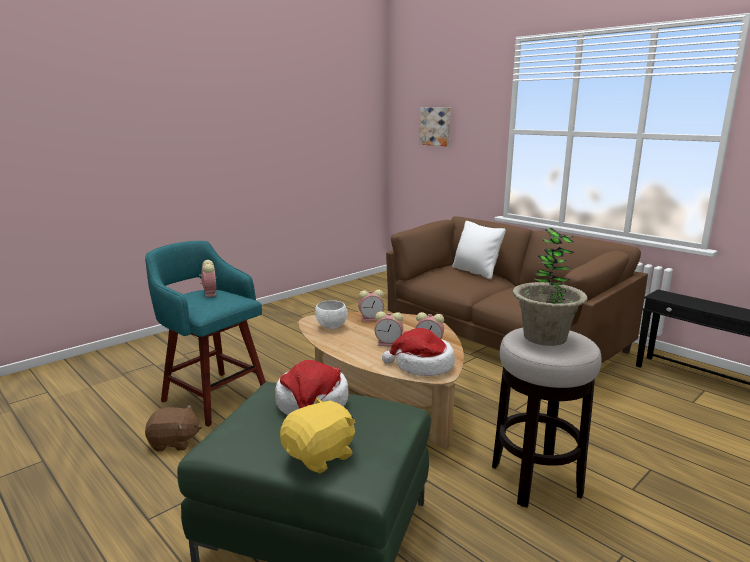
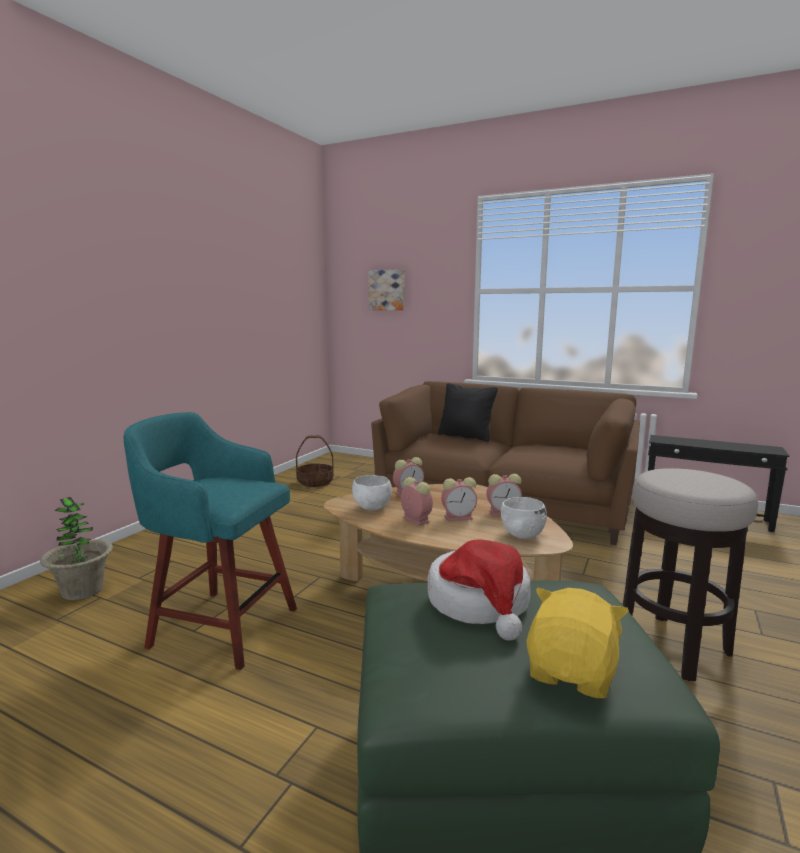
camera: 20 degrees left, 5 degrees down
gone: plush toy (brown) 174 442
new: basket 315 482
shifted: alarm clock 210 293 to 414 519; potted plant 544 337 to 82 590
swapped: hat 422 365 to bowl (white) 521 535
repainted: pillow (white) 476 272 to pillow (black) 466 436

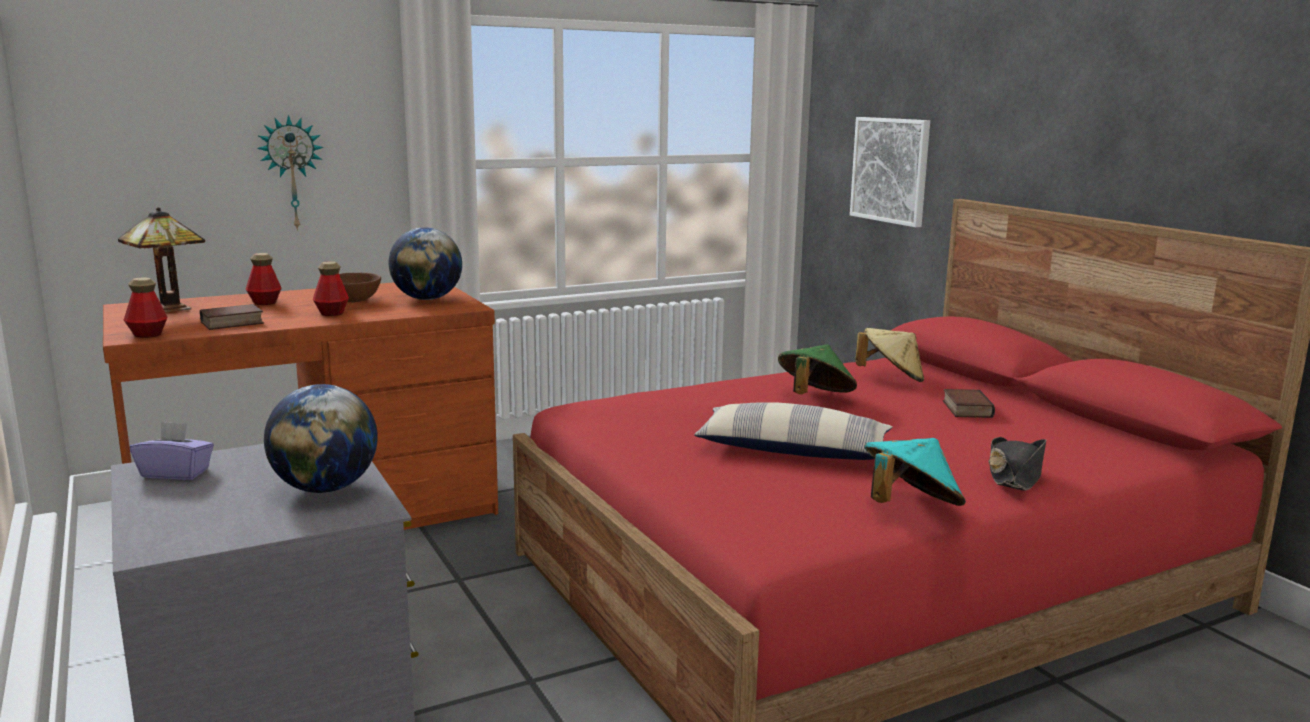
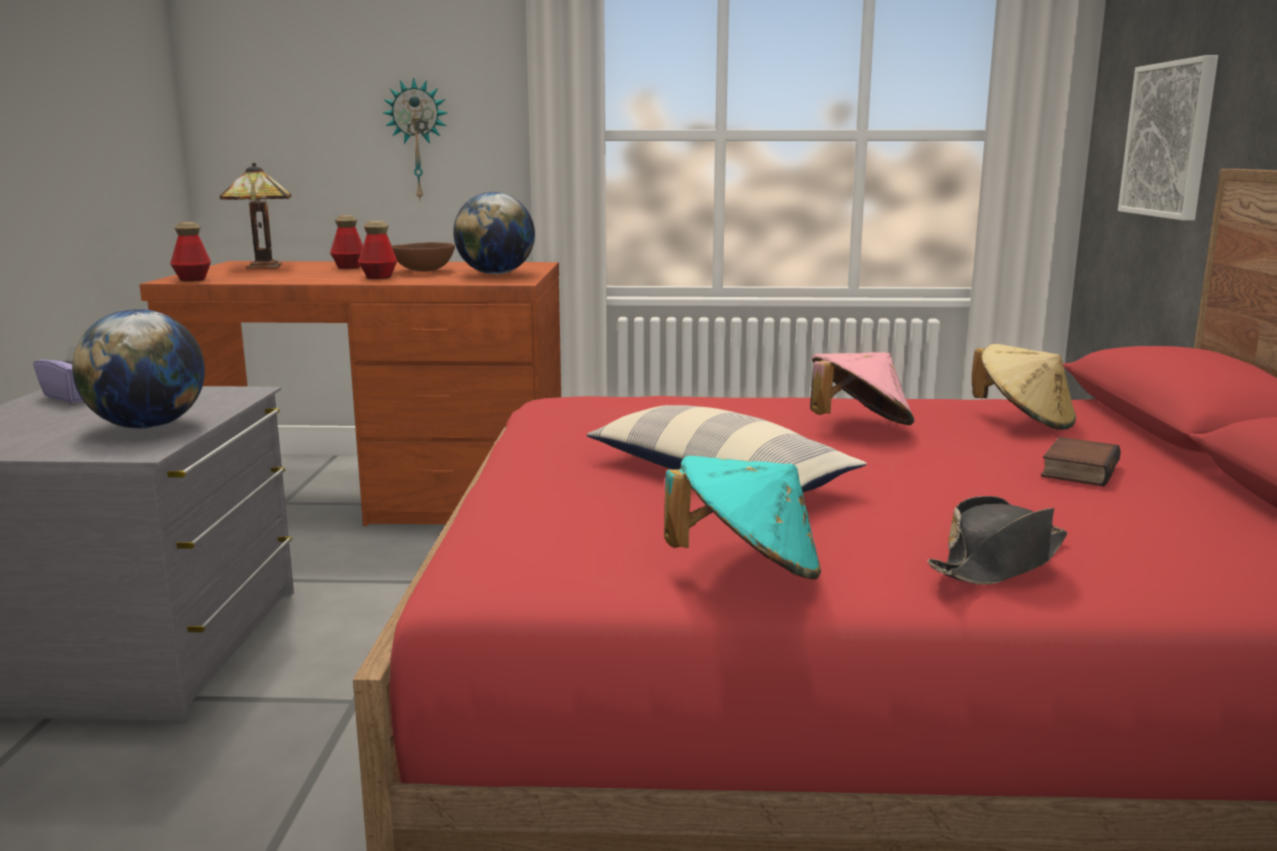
camera: 30 degrees right, 0 degrees up
gone: book 231 323
repainted: hat (green) 814 398 to hat (pink) 859 426

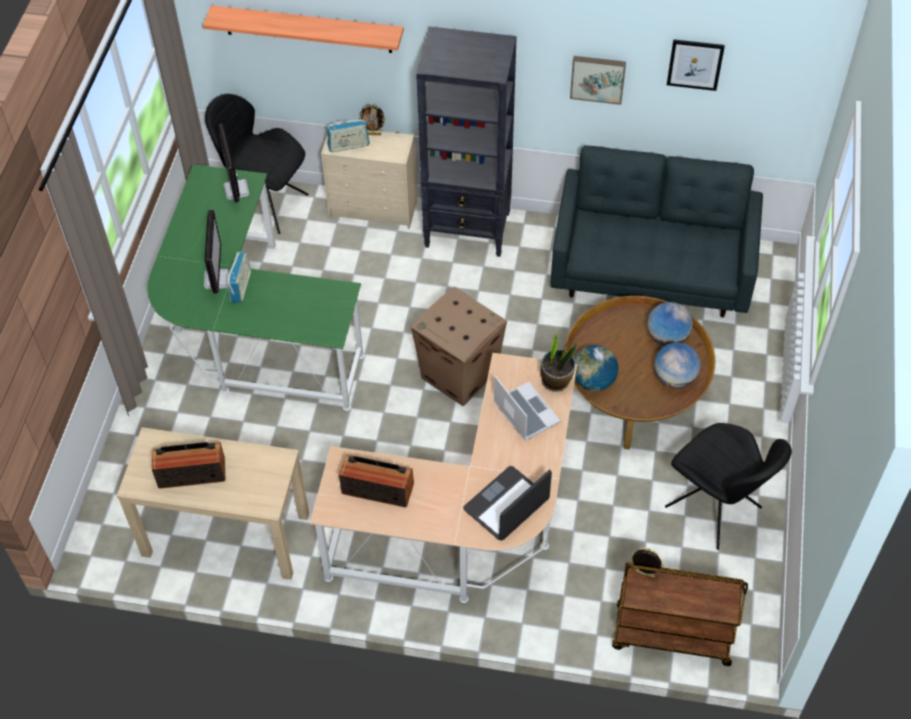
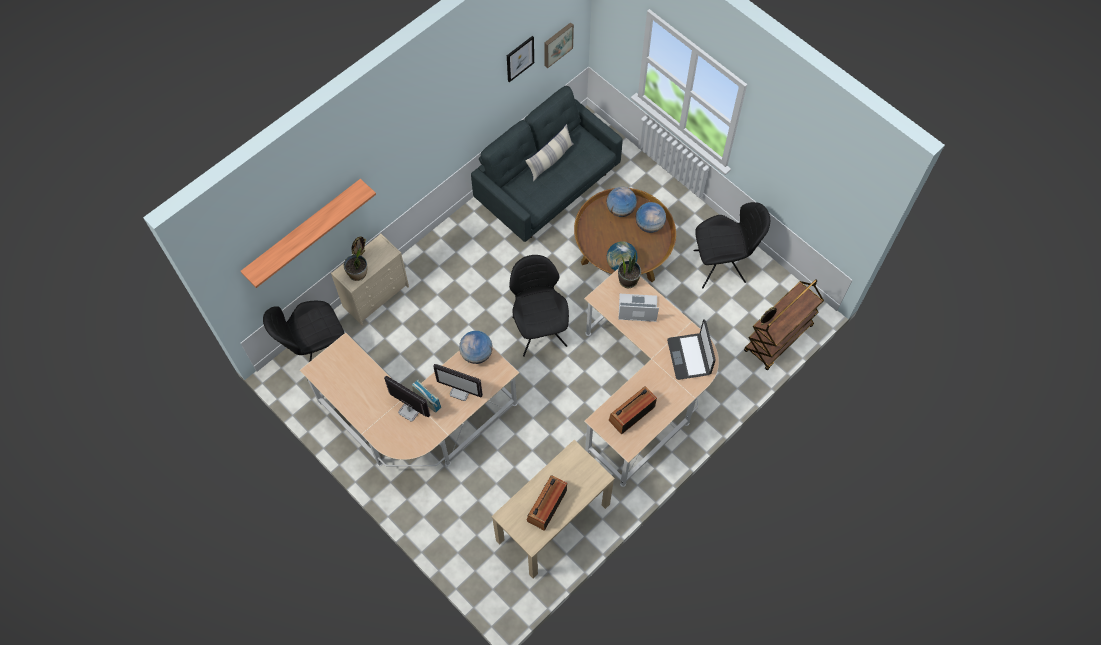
camera: 55 degrees left, 10 degrees up
gone: bookcase (black) 468 230
new: globe 477 354; pillow 550 160
shifted: monitor 236 190 to 461 391; picture 597 78 to 557 44
swapped: radio 348 146 to potted plant 358 273; cardboard box 460 374 to chair (black) 539 329
repainted: desk (green) 251 334 to desk (beige) 416 423

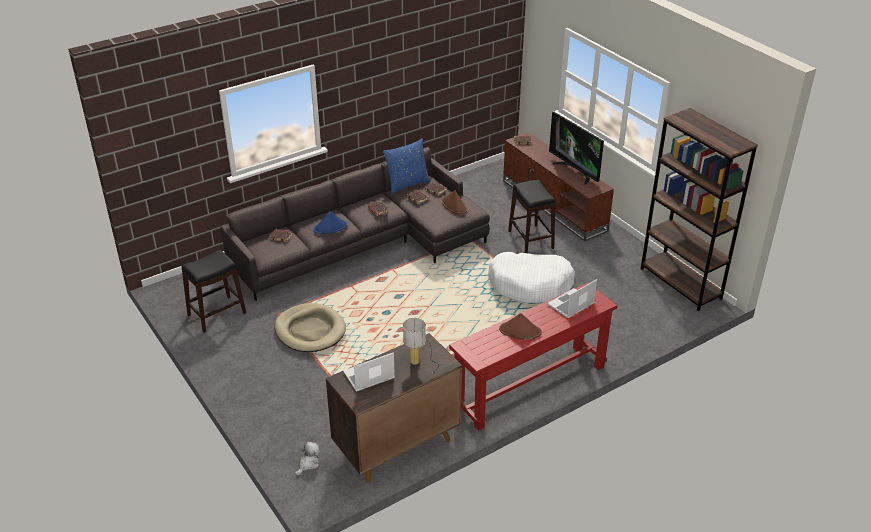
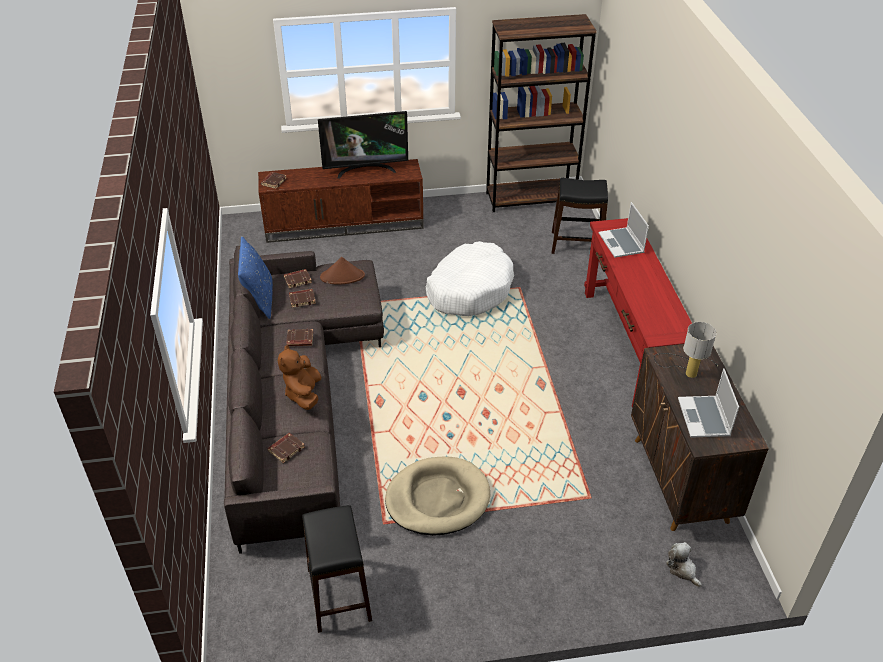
camera: 65 degrees left, 5 degrees up
gone: hat (brown) 520 331
shifted: stool (black) 531 239 to 576 243
swapped: hat (blue) 330 227 to plush toy (brown) 303 394

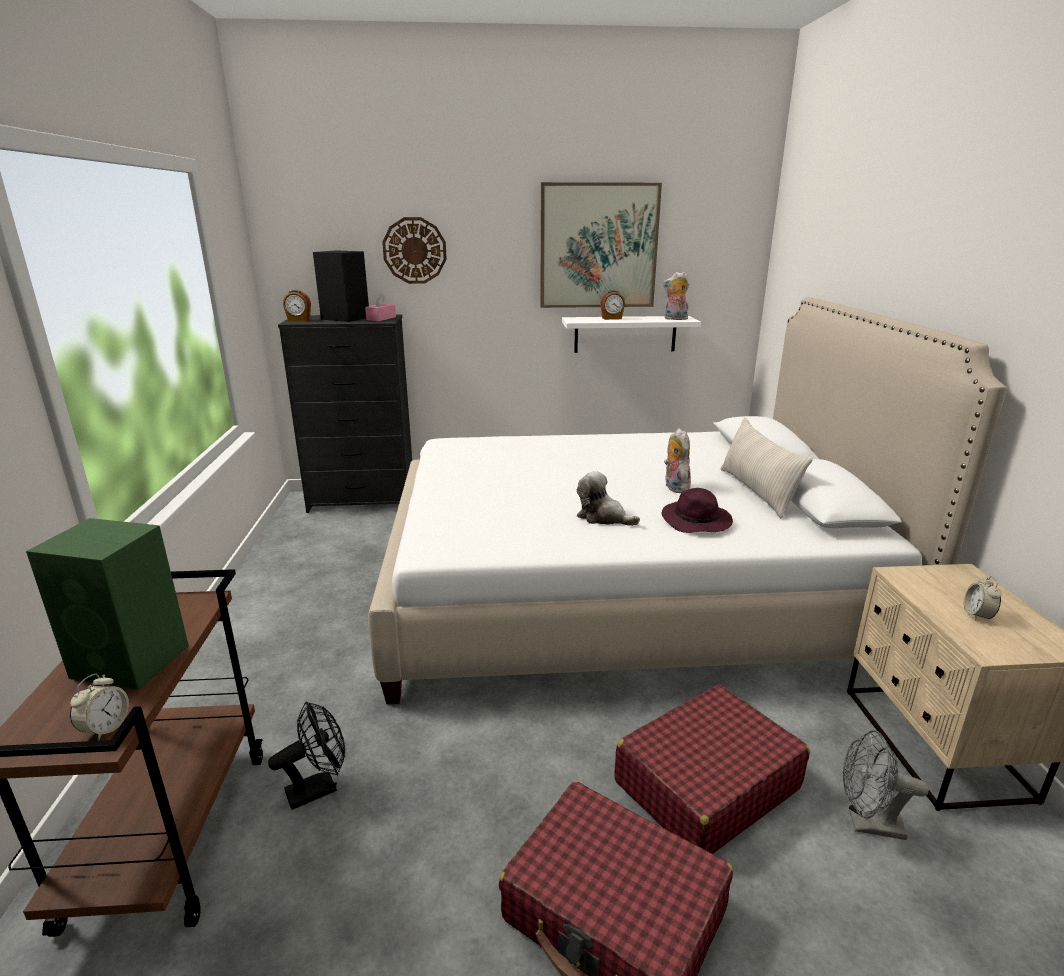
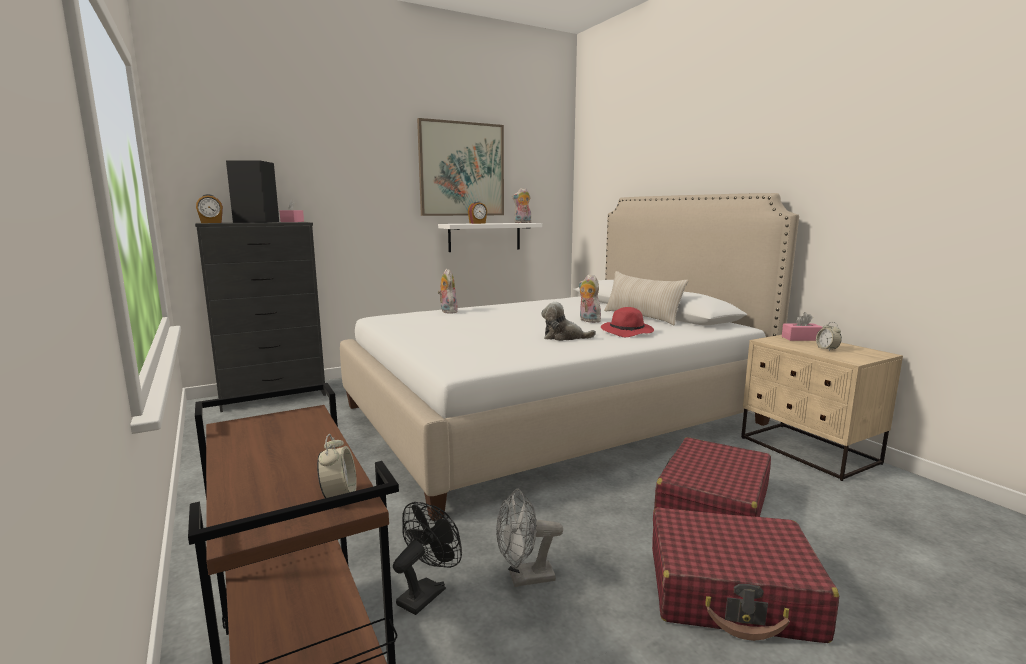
camera: 25 degrees left, 10 degrees down
gone: speaker (green) 133 662; wall clock 414 250
new: plush toy 447 311; tissue box (pink) 801 338
shifted: fan (grey) 867 824 to 524 578
repainted: hat (purple) 697 522 to hat (red) 627 332

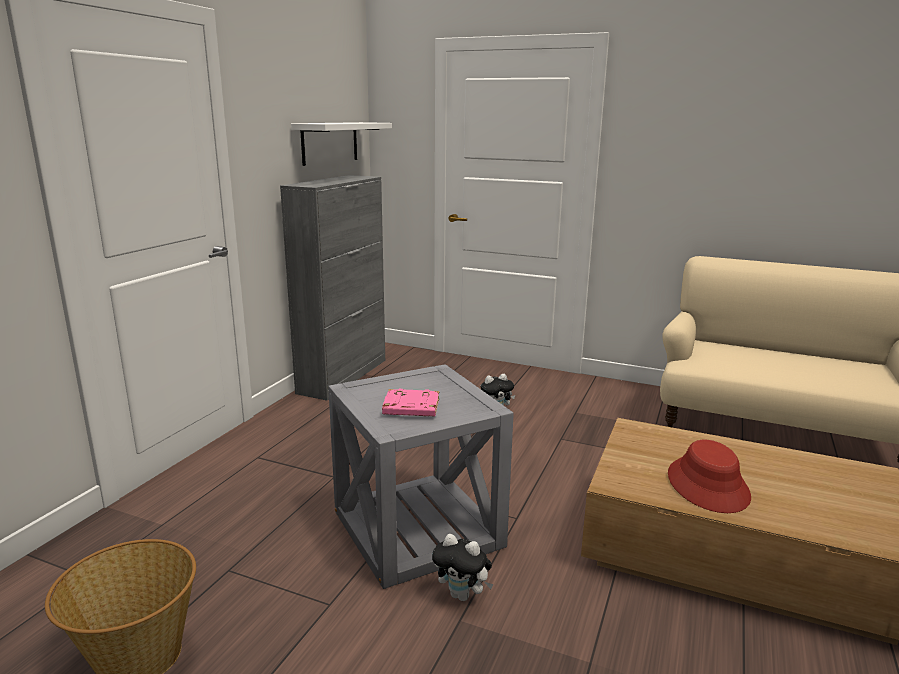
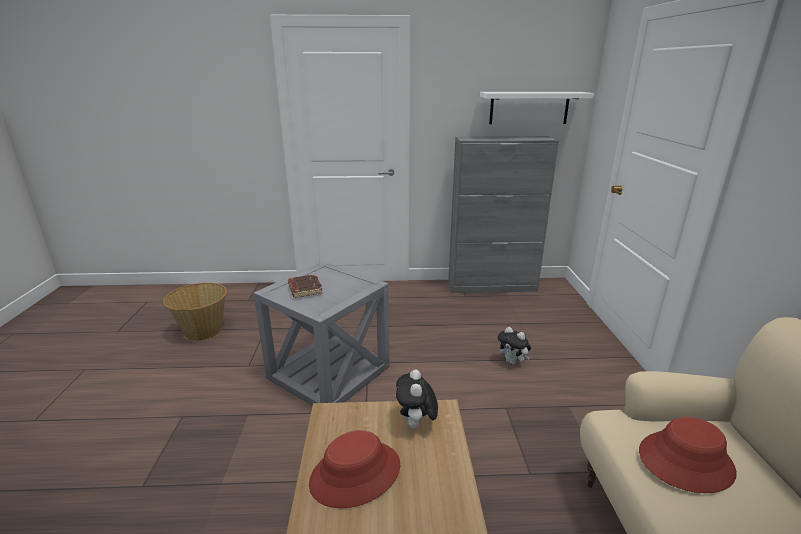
camera: 65 degrees right, 5 degrees up
new: hat (red) 685 461
shifted: plush toy 463 595 to 416 424
repainted: book (pink) 410 408 to book (brown) 304 289

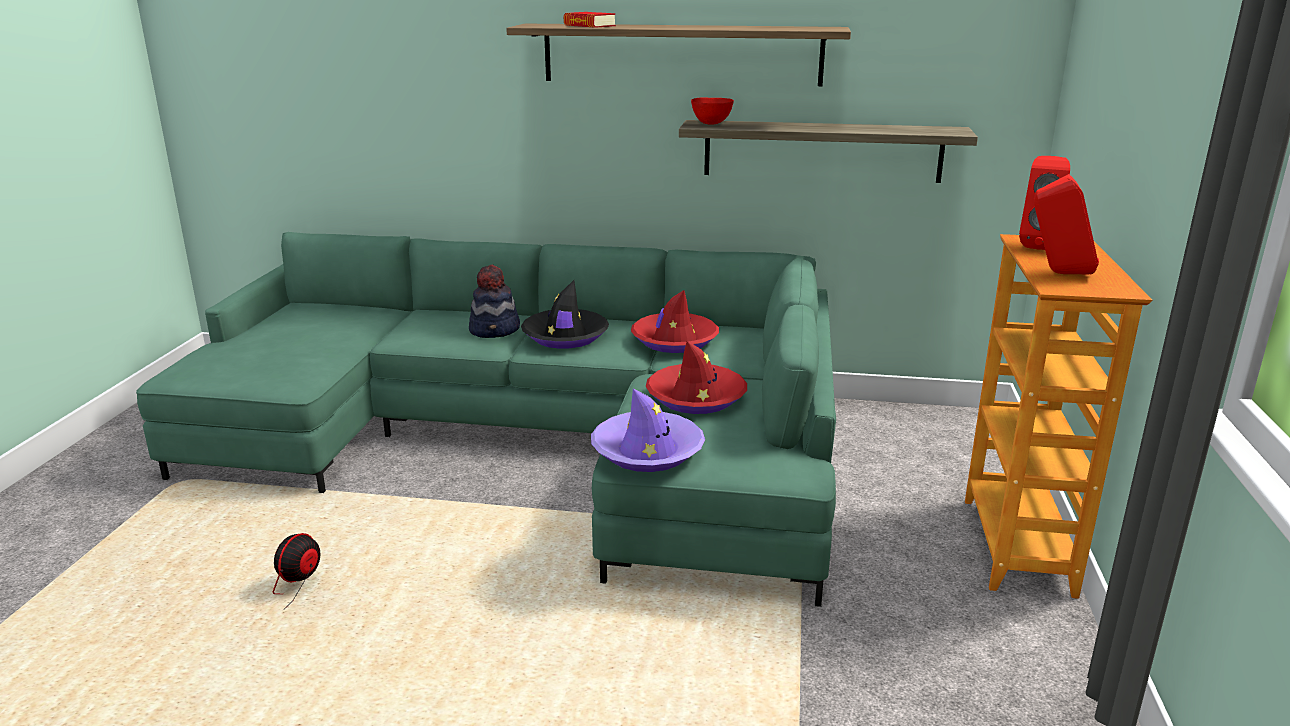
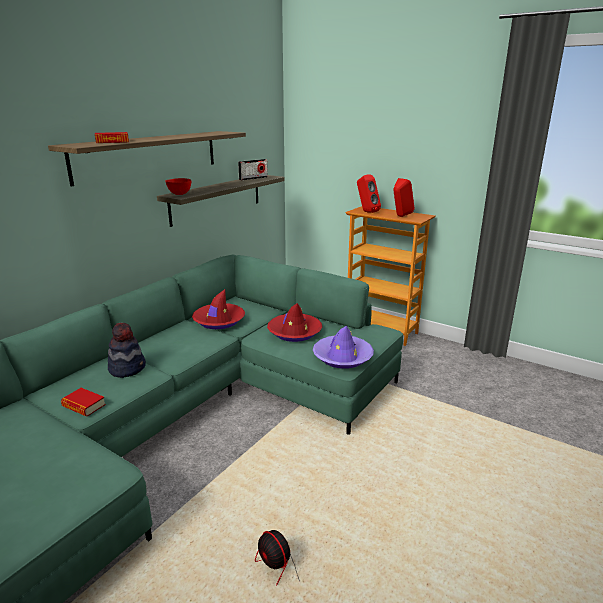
camera: 65 degrees left, 0 degrees up
gone: hat (black) 565 336
new: book 84 406; radio 253 178

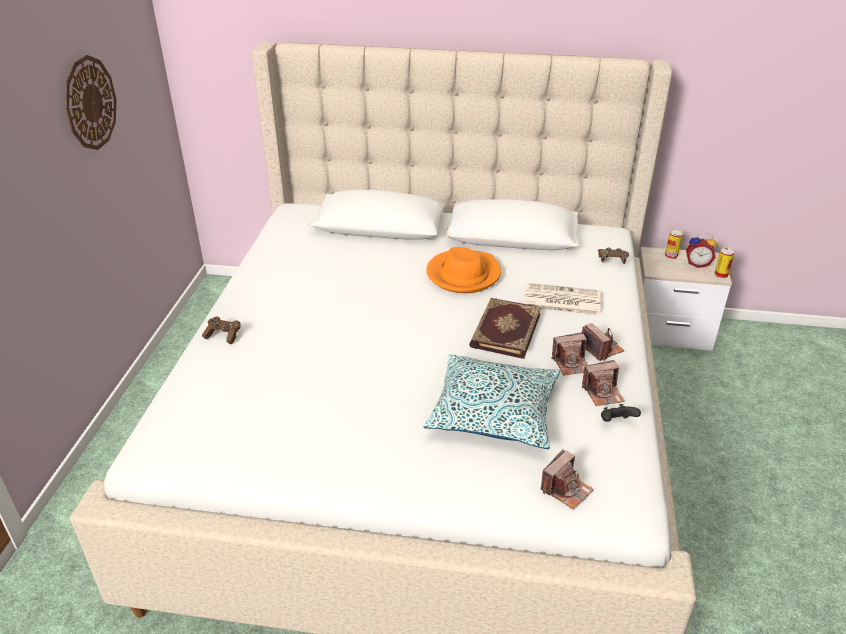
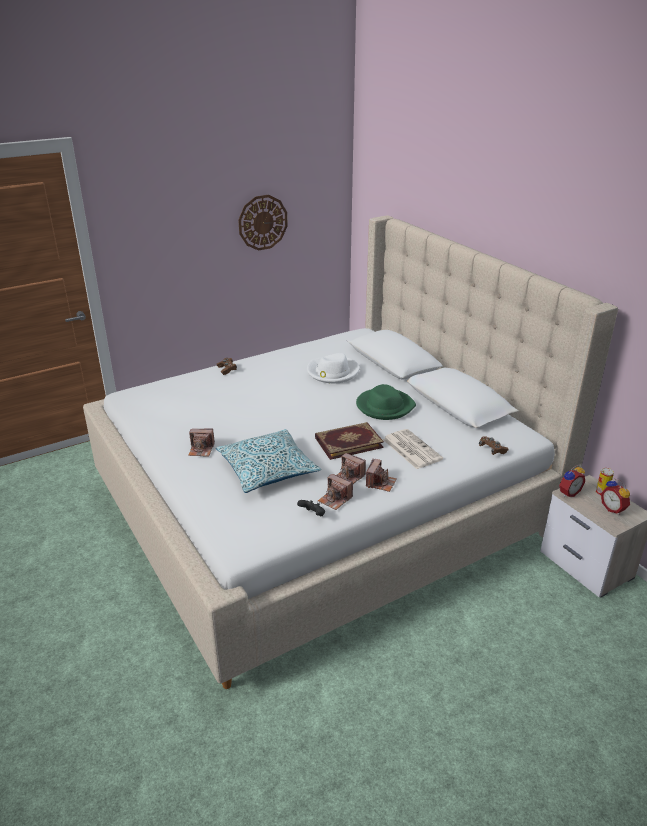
camera: 50 degrees right, 5 degrees down
gone: can 721 275
new: hat (white) 332 372; alarm clock 568 493
shifted: photo camera 566 489 to 201 450
repainted: hat (orange) 463 274 to hat (green) 384 406

